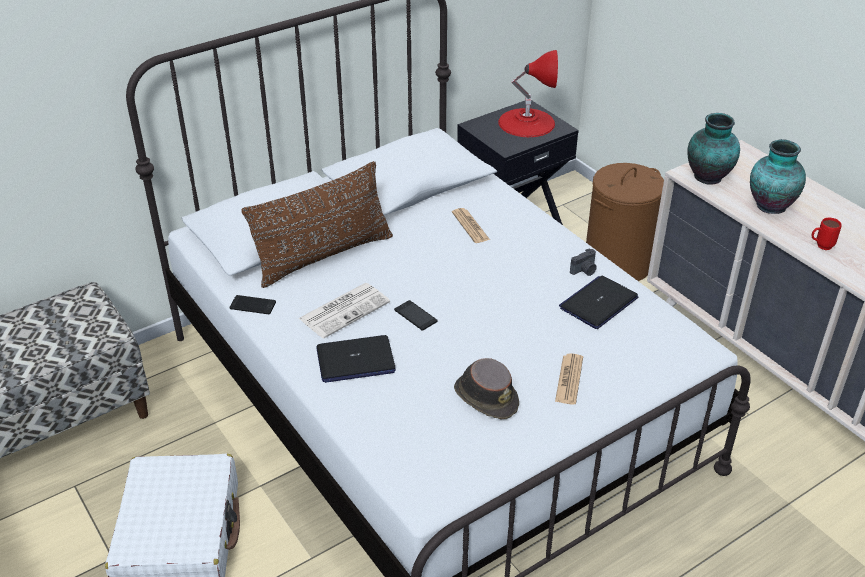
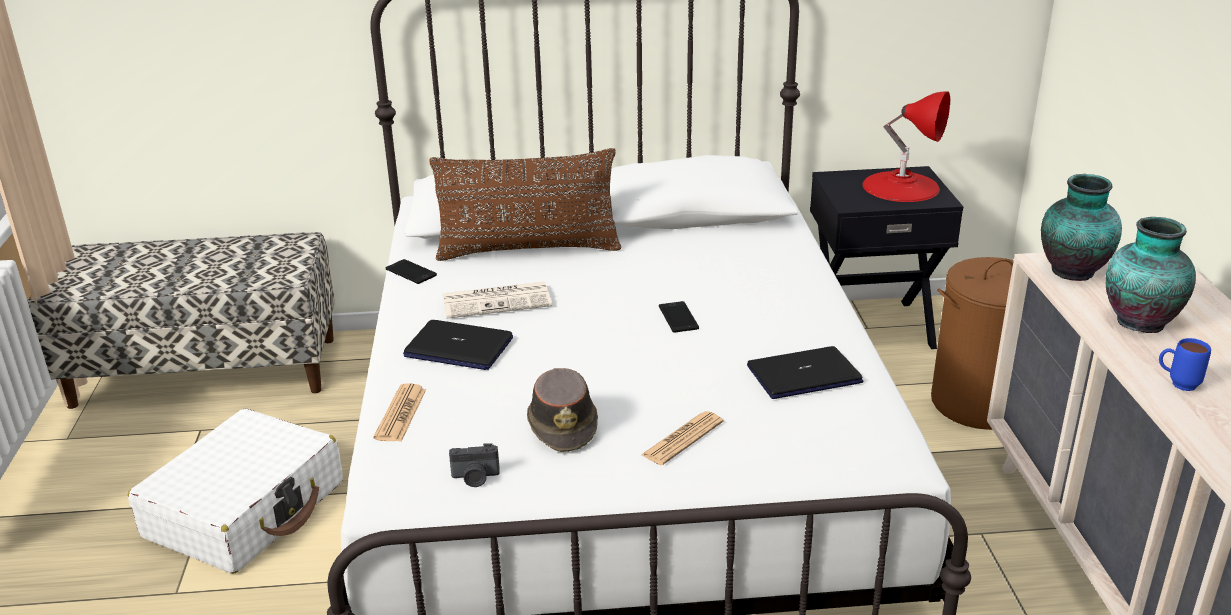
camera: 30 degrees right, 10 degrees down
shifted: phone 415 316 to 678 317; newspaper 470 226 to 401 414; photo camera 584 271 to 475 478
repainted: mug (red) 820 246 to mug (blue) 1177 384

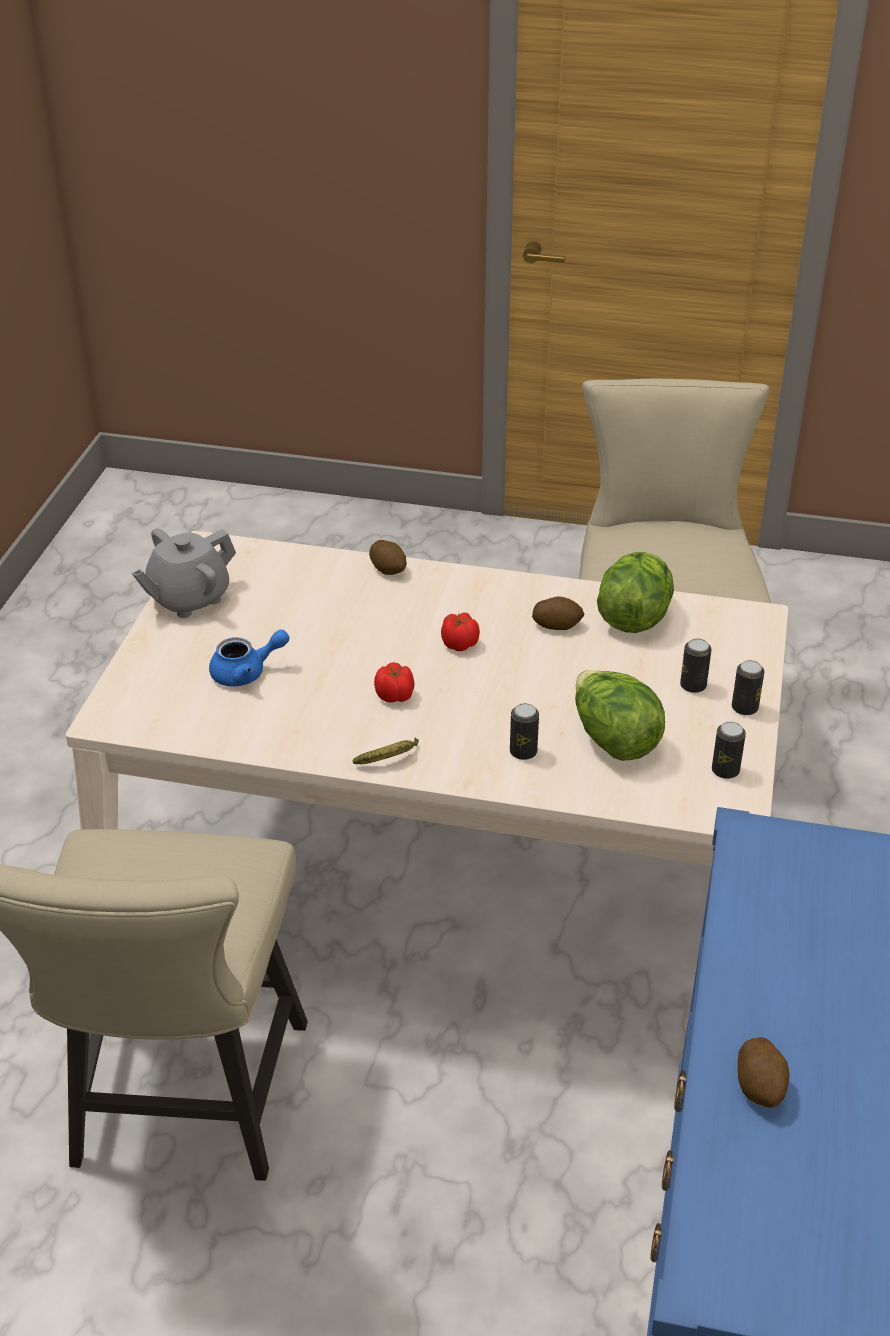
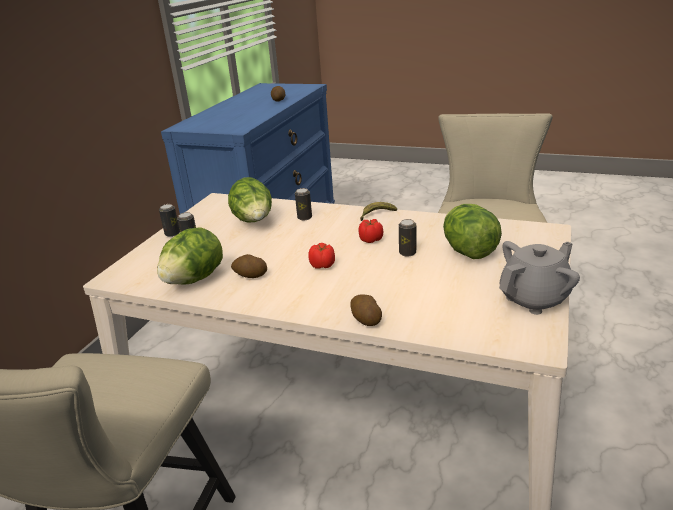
camera: 170 degrees left, 10 degrees down
shifted: can 725 770 to 407 253
swapped: teapot (blue) 246 673 to lettuce 468 251

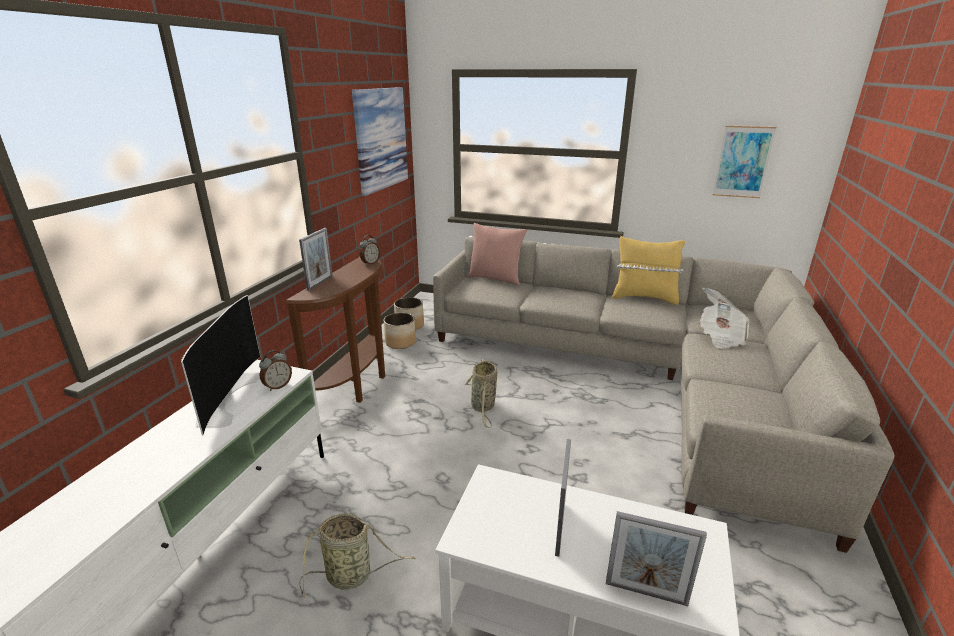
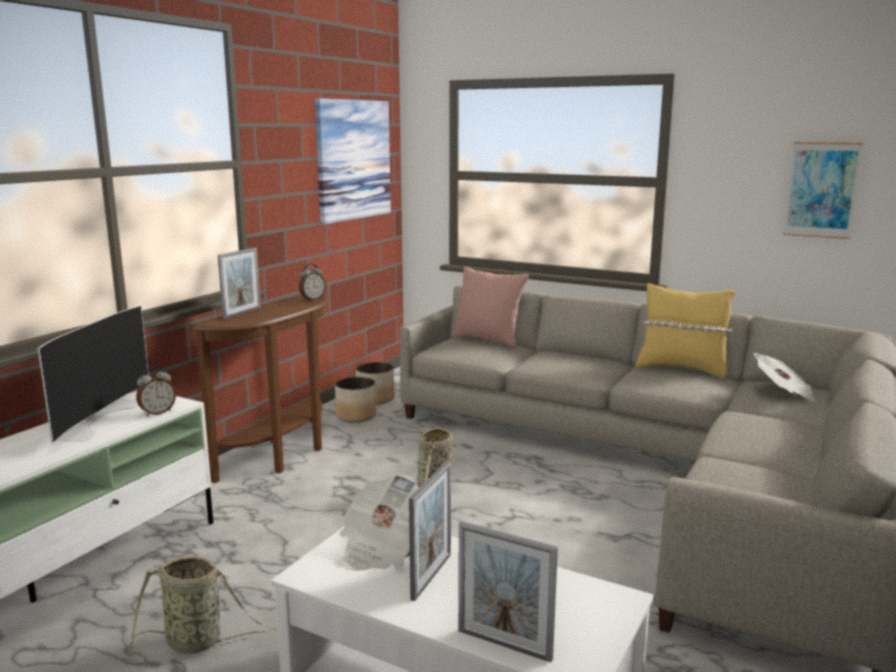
camera: 10 degrees right, 10 degrees down
shifted: newspaper 721 338 to 383 547

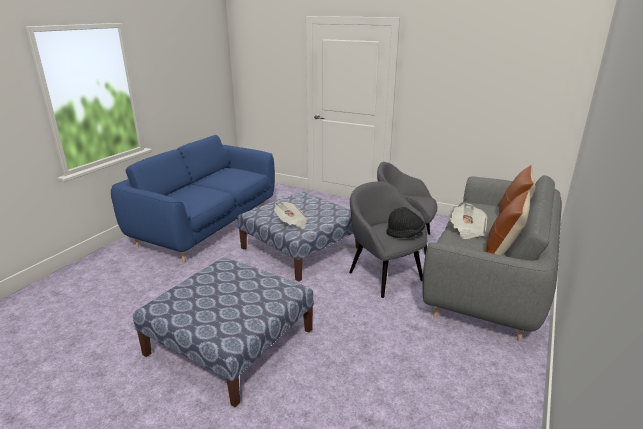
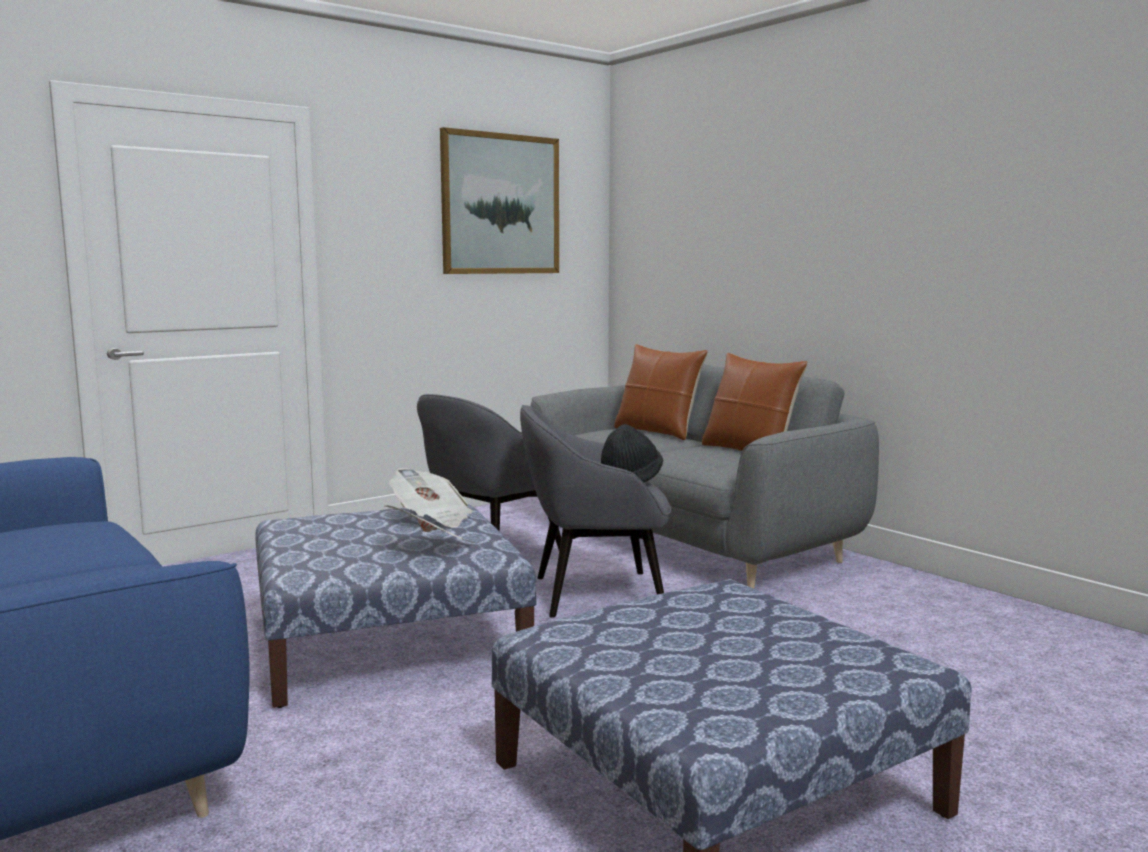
camera: 65 degrees left, 15 degrees down
new: picture 500 204
shifted: newspaper 467 231 to 432 519

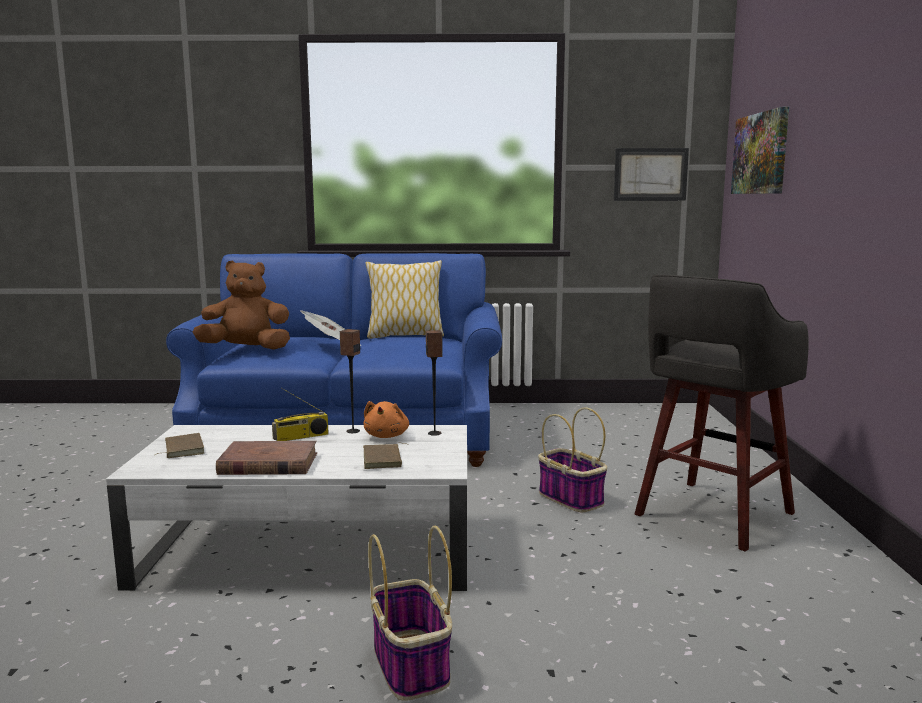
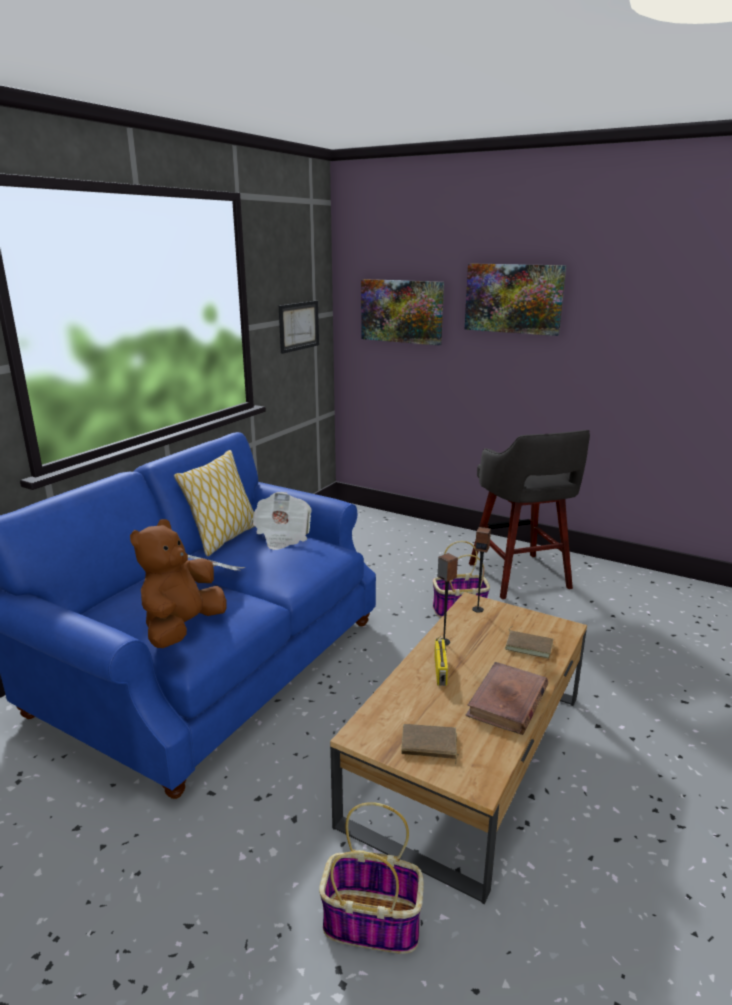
camera: 60 degrees left, 10 degrees up
gone: plush toy (orange) 387 436
new: newspaper 282 536; picture 513 298
shifted: basket 411 665 to 373 922
repainted: coffee table (white) 312 550 to coffee table (brown) 470 754

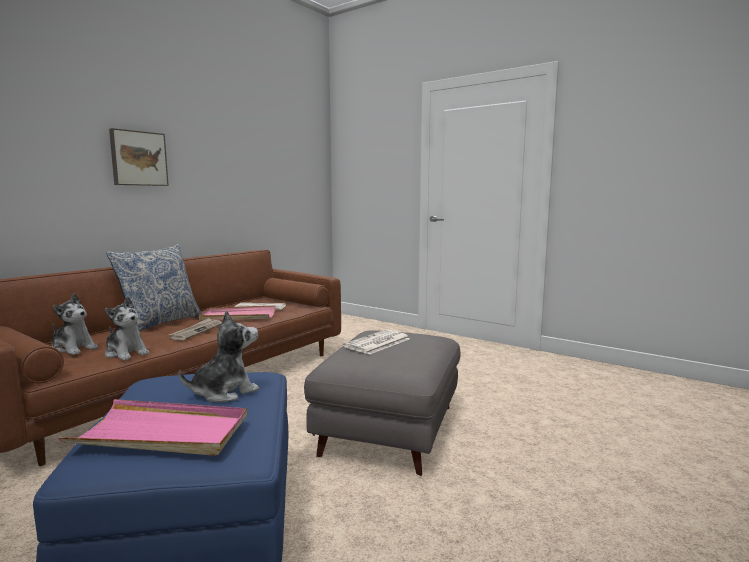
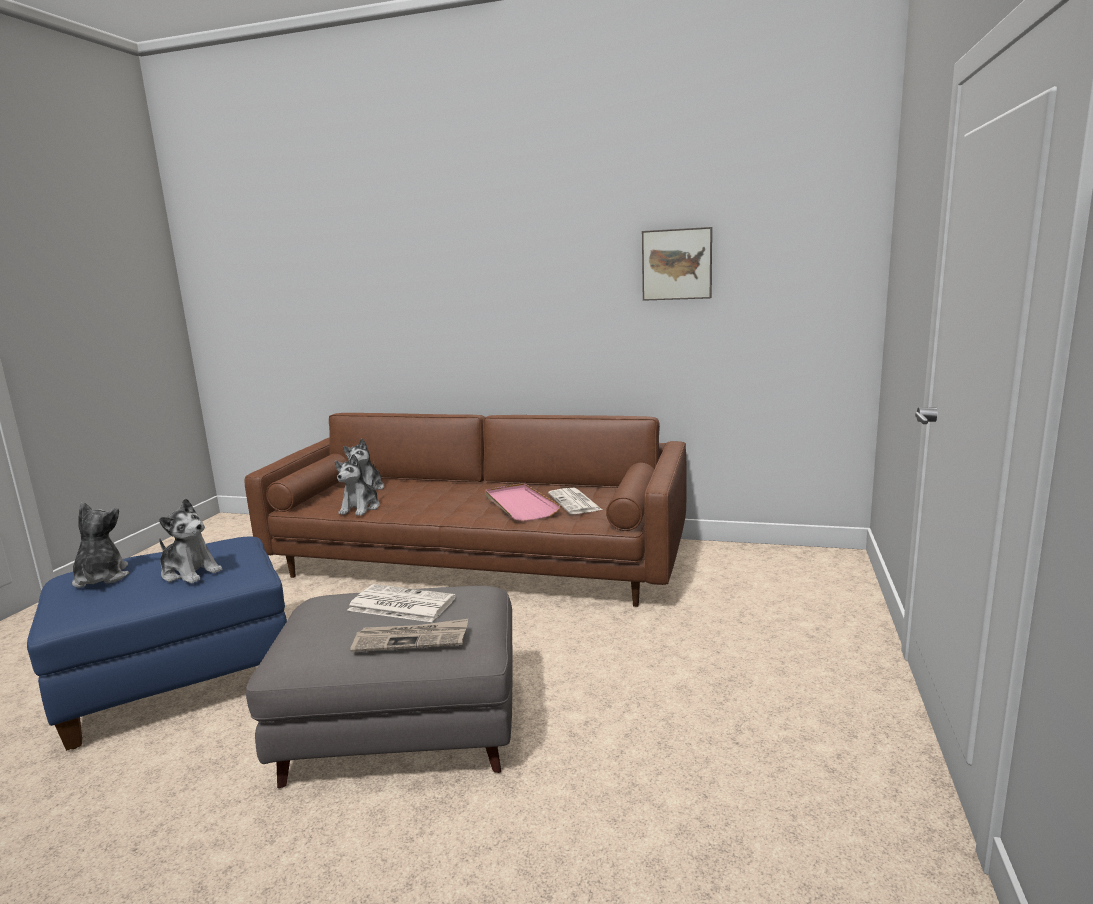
camera: 70 degrees right, 5 degrees up
gone: pillow 160 323
shifted: picture 138 158 to 677 264; newspaper 196 331 to 411 639
swapped: tray (pink) 162 433 to plush toy 101 578

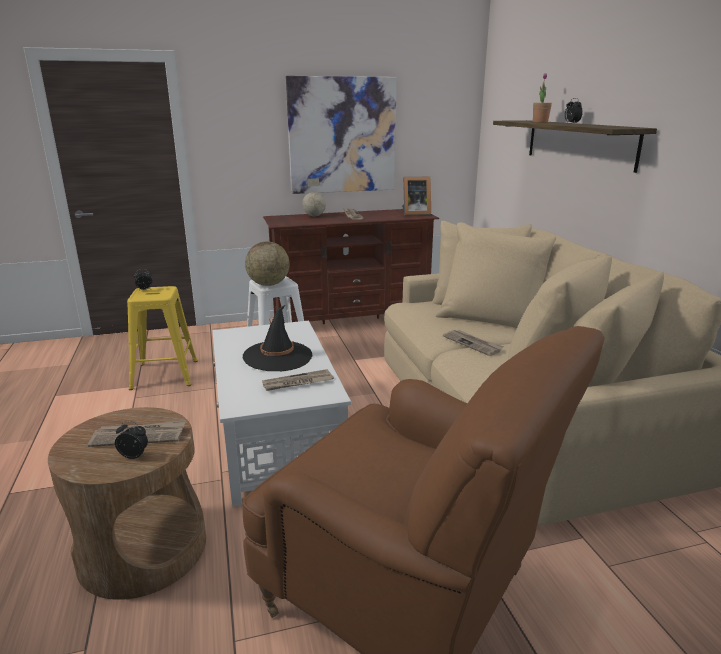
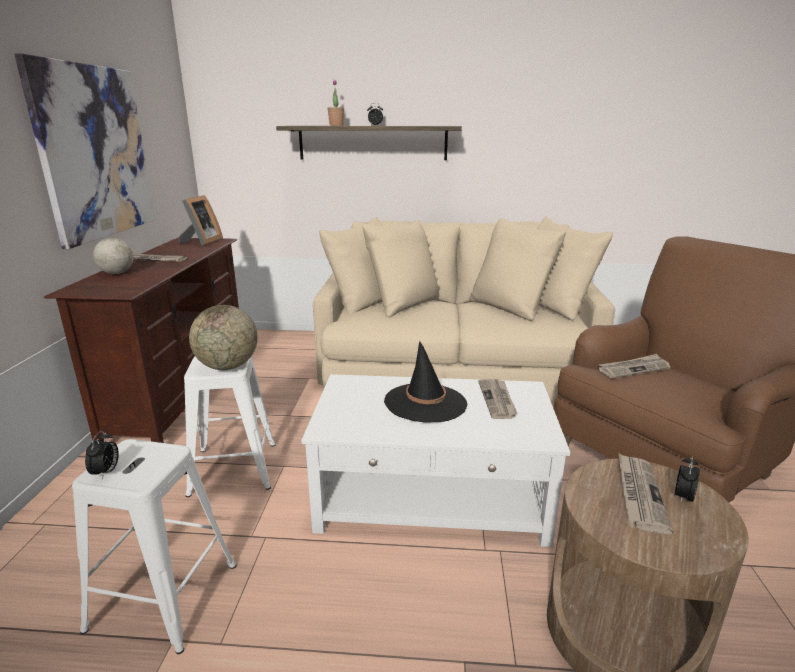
camera: 70 degrees left, 0 degrees up
shifted: newspaper 473 344 to 633 368
repainted: stool (yellow) 166 374 to stool (white) 163 594

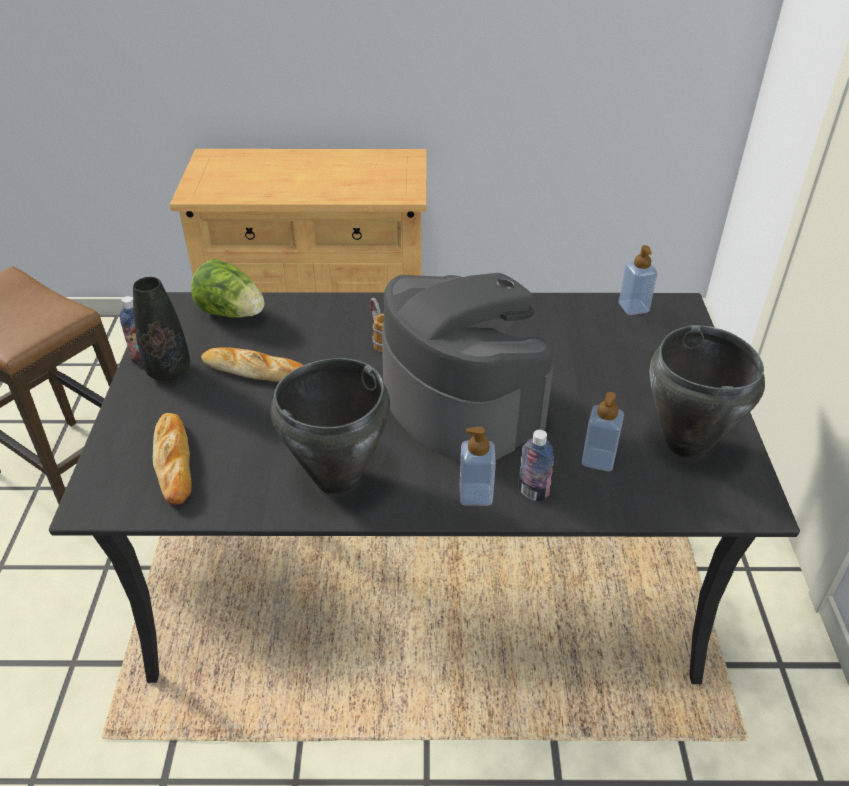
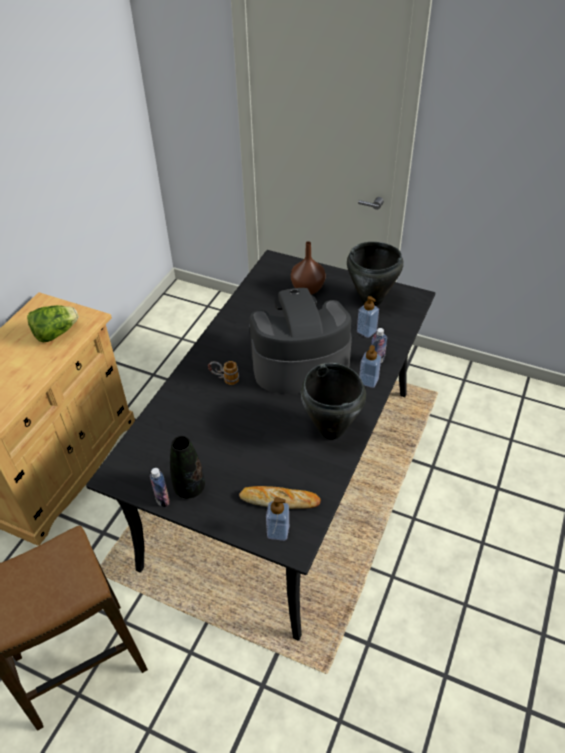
camera: 65 degrees left, 5 degrees up
gone: bread 255 370
new: vase (brown) 308 288
shifted: lettuce 232 313 to 56 333; soap dispenser 633 307 to 278 531

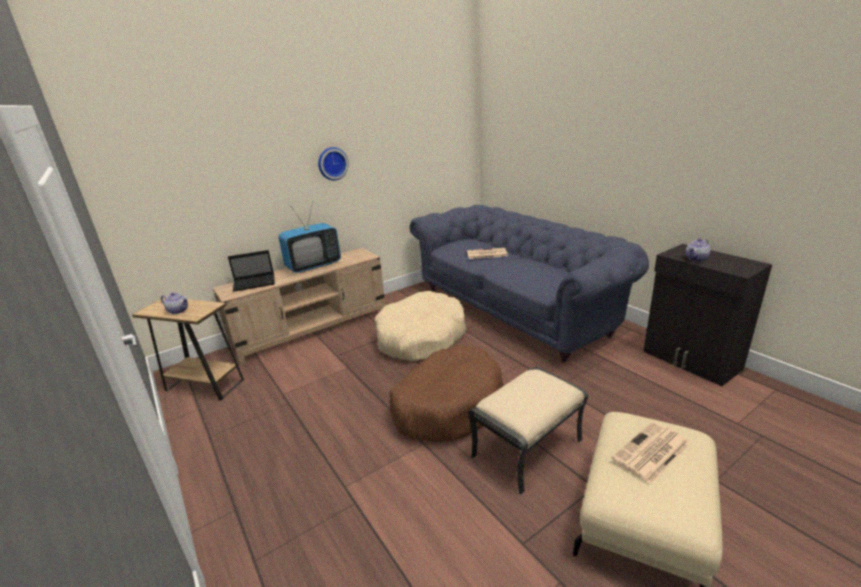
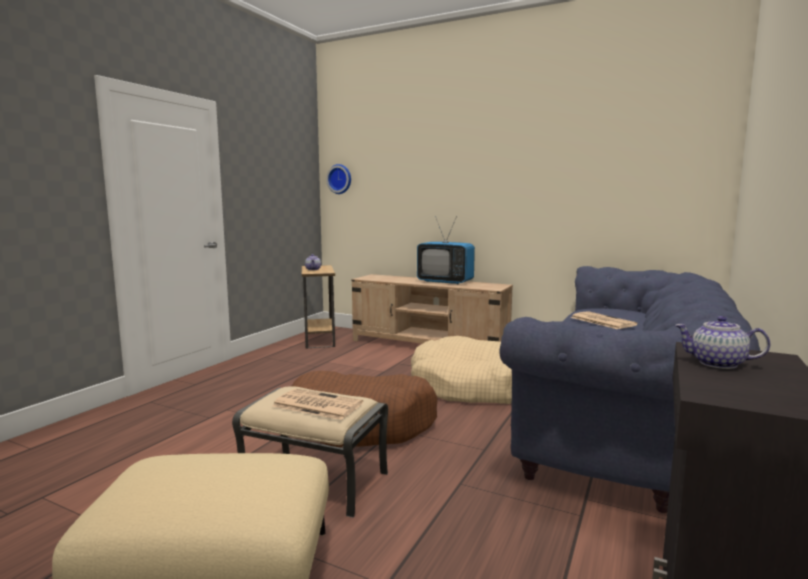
camera: 60 degrees right, 15 degrees down
gone: laptop 255 283
shifted: wall clock 332 163 to 340 179; newspaper 651 452 to 316 405

